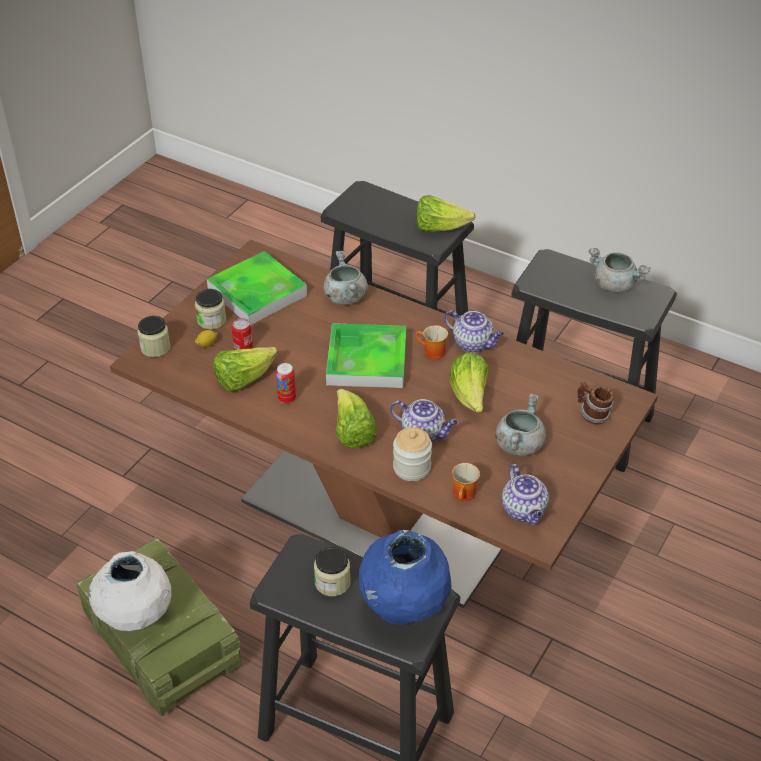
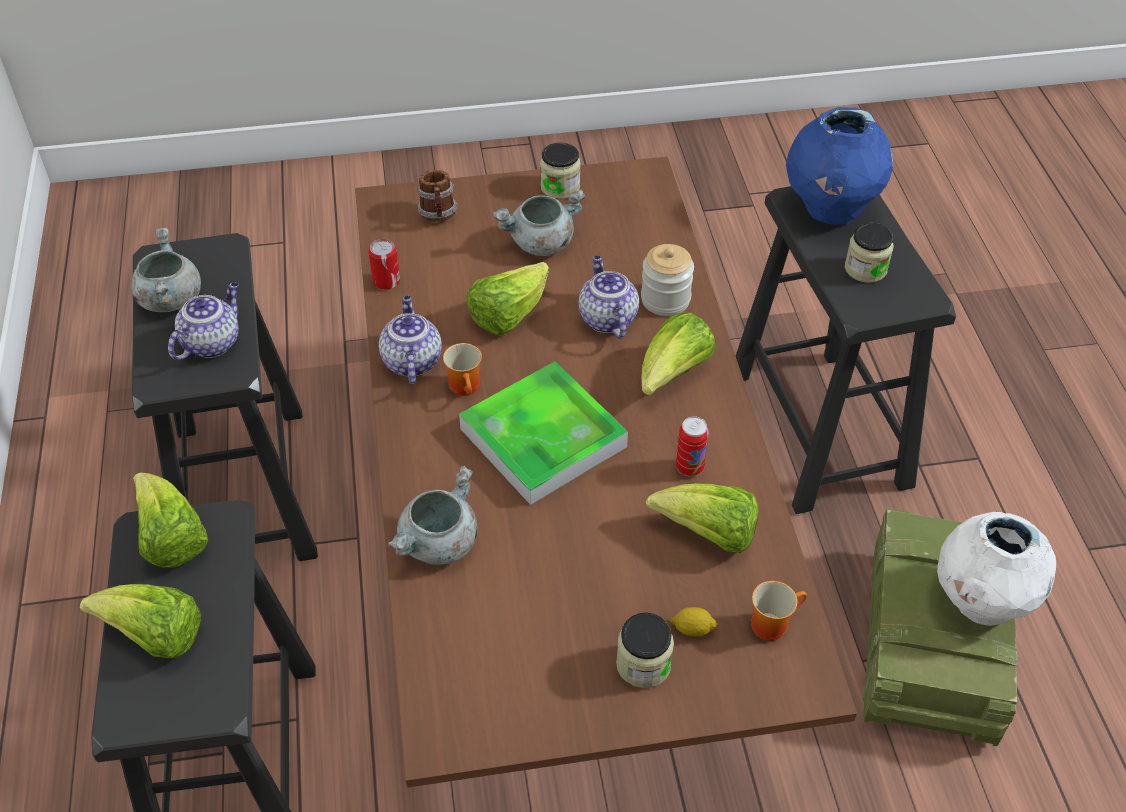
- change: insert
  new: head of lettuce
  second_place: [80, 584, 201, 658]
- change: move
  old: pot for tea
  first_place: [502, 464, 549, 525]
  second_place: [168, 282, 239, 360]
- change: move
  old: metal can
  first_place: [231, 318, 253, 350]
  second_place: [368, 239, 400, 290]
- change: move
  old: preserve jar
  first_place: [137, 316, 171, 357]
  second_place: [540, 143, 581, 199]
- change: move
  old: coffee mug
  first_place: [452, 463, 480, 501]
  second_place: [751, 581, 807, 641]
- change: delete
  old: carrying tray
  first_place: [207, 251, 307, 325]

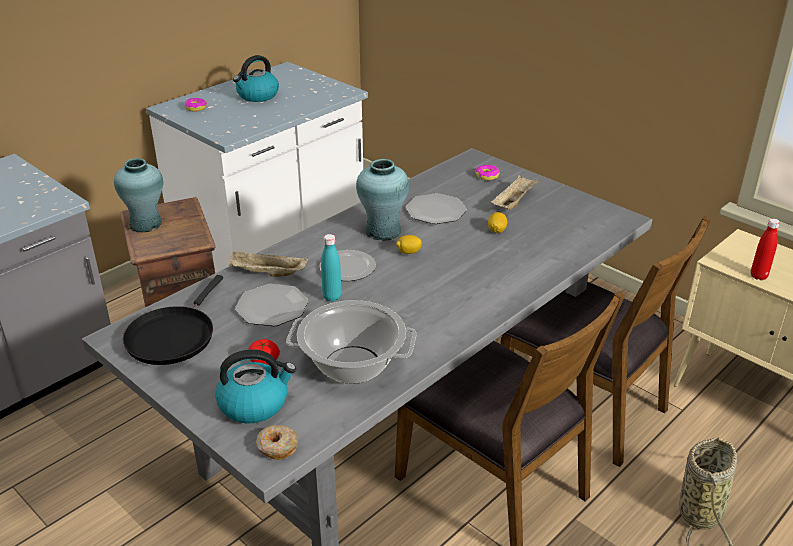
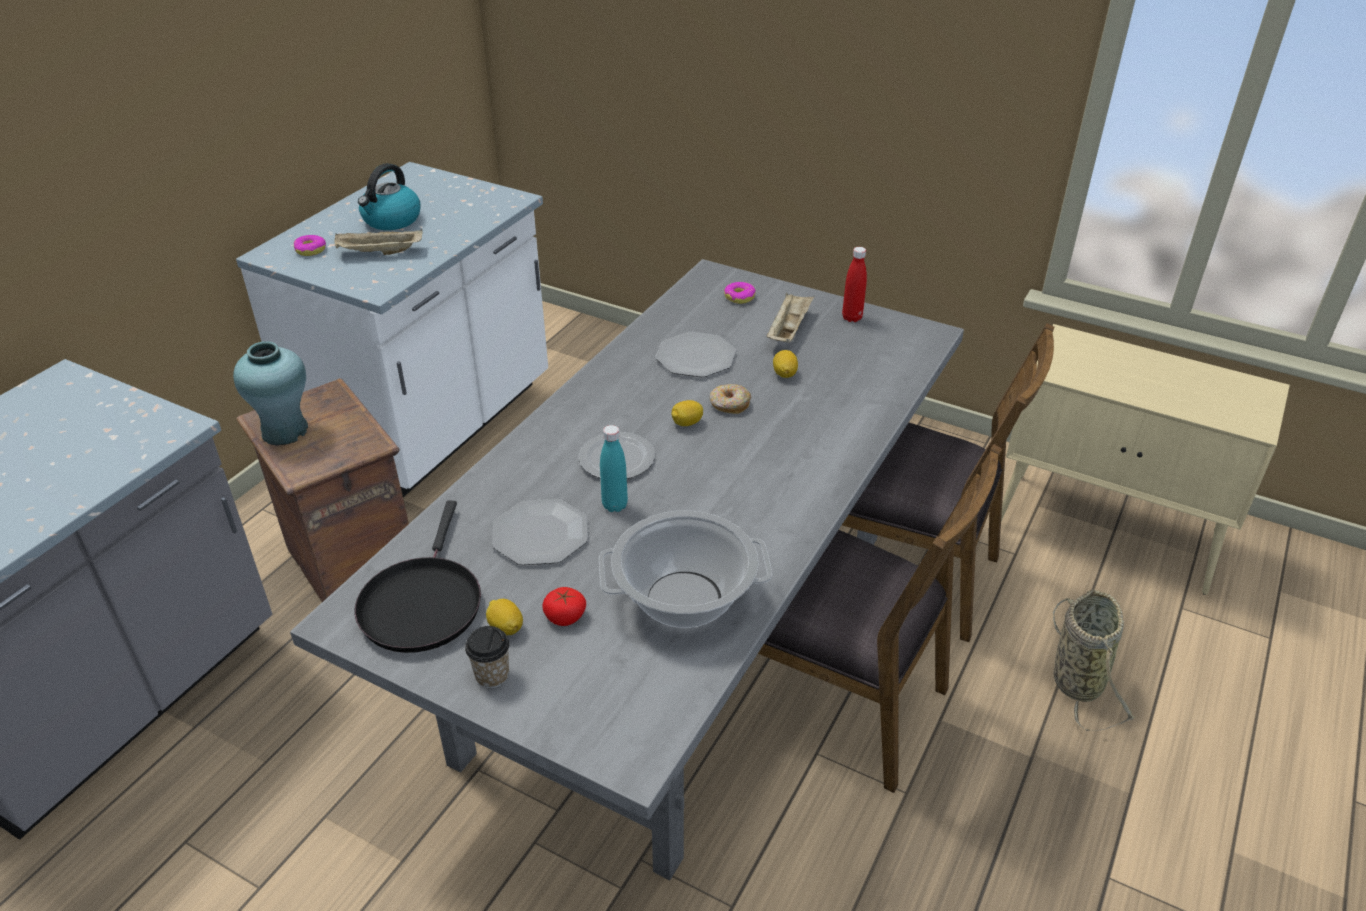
- change: move
  old: beige carrying tray
  first_place: [229, 251, 308, 277]
  second_place: [334, 229, 423, 255]
- change: insert
  new: small cup
  second_place: [465, 626, 510, 688]
- change: insert
  new: citrus fruit
  second_place: [486, 599, 523, 635]
- change: move
  old: ring doughnut
  first_place: [256, 425, 298, 460]
  second_place: [710, 384, 751, 414]
- change: move
  old: reddish drink bottle
  first_place: [751, 218, 780, 280]
  second_place: [842, 247, 867, 322]
- change: delete
  old: tea kettle
  first_place: [215, 349, 296, 424]
- change: delete
  old: turquoise decorative vase
  first_place: [356, 159, 409, 241]

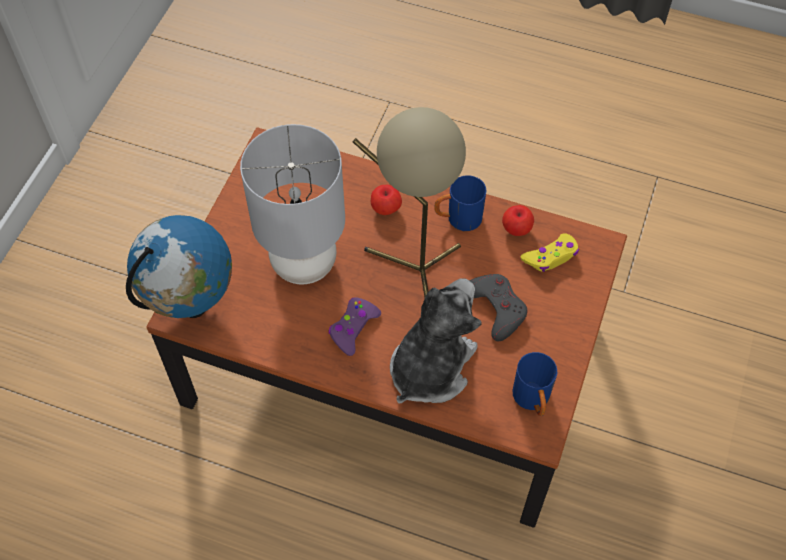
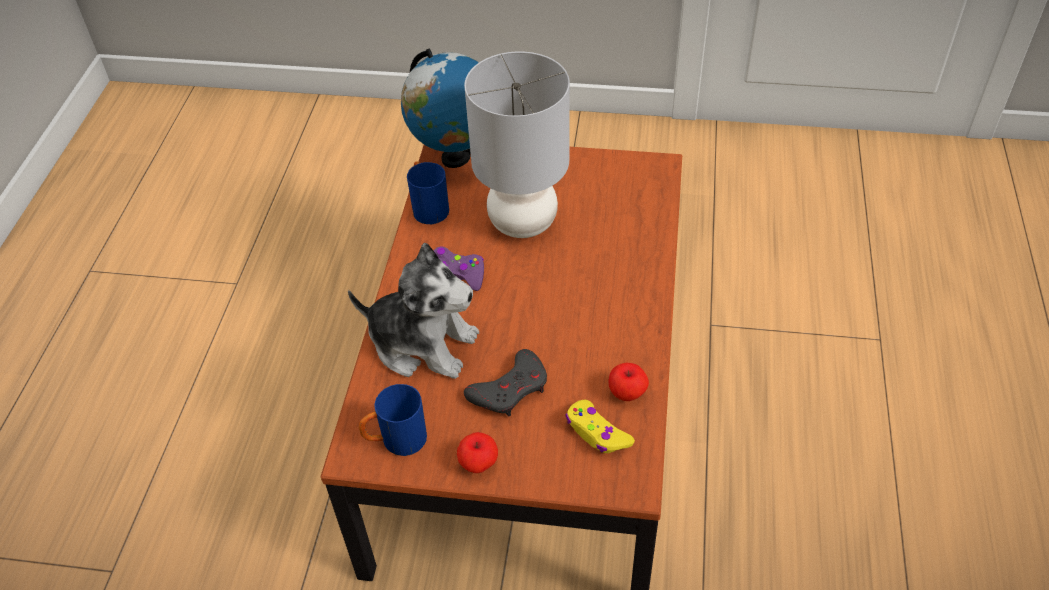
- change: move
  old: blue coffee mug
  first_place: [434, 175, 486, 231]
  second_place: [407, 162, 449, 224]
- change: move
  old: apple fruit
  first_place: [371, 185, 402, 215]
  second_place: [457, 432, 498, 473]
- change: delete
  old: beige table lamp
  first_place: [353, 107, 466, 297]

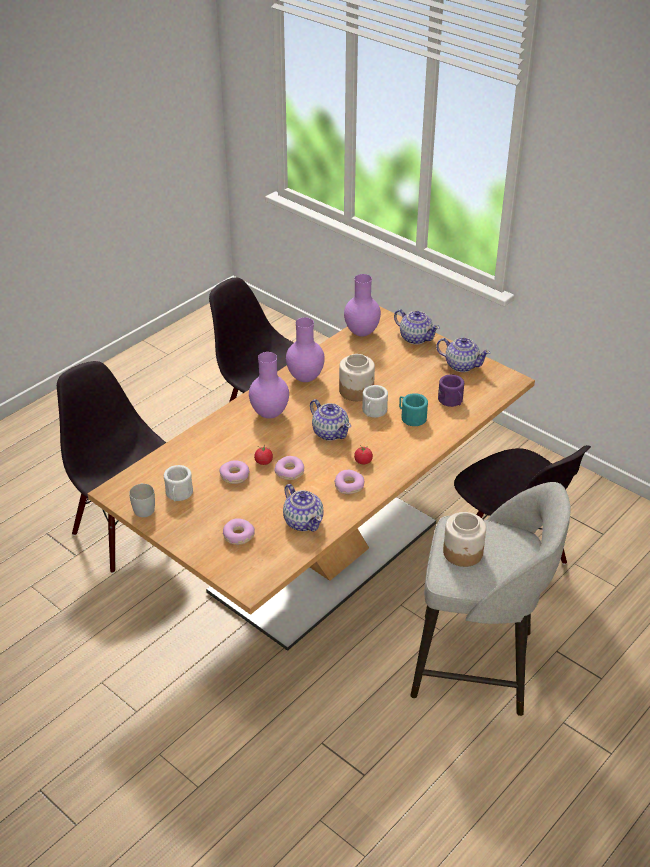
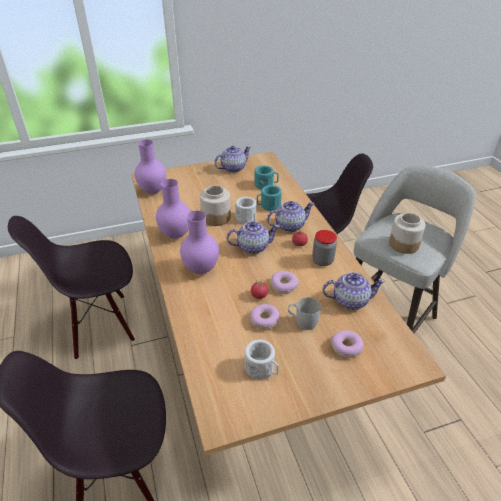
- change: recolor
  old: purple coffee mug
  new: turquoise coffee mug
  first_place: [438, 374, 464, 407]
  second_place: [255, 165, 279, 189]
- change: move
  old: pot for tea
  first_place: [394, 309, 440, 344]
  second_place: [267, 201, 315, 232]
- change: move
  old: white coffee mug
  first_place: [129, 483, 155, 517]
  second_place: [288, 297, 321, 330]
- change: replace
  old: ring doughnut
  new: preserve jar
  first_place: [334, 470, 364, 494]
  second_place: [312, 230, 337, 266]

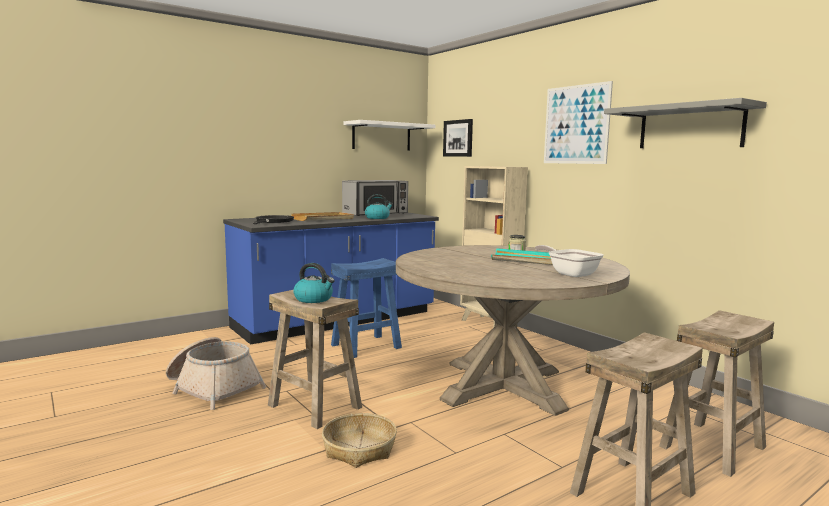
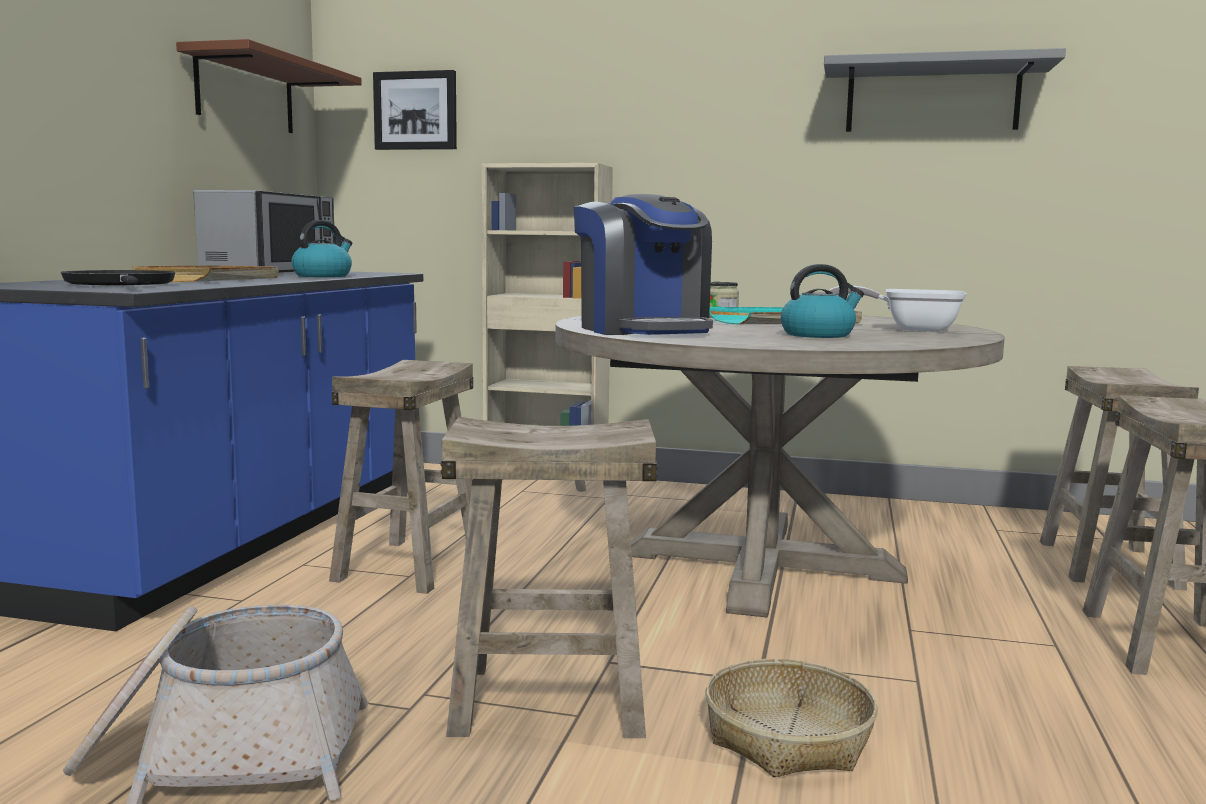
- change: recolor
  old: white wall shelf
  new: brown wall shelf
  first_place: [344, 120, 435, 151]
  second_place: [176, 39, 362, 133]
- change: recolor
  old: blue stool seat
  new: beige stool seat
  first_place: [331, 258, 402, 358]
  second_place: [329, 360, 473, 594]
- change: insert
  new: coffee maker
  second_place: [573, 194, 713, 335]
- change: move
  old: tea kettle
  first_place: [293, 263, 335, 303]
  second_place: [781, 264, 864, 338]
- change: delete
  old: wall picture
  first_place: [544, 81, 613, 164]

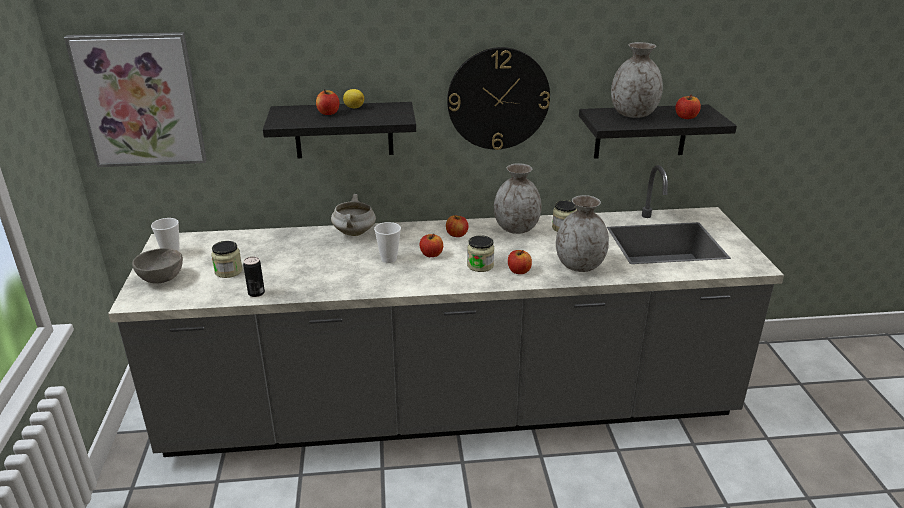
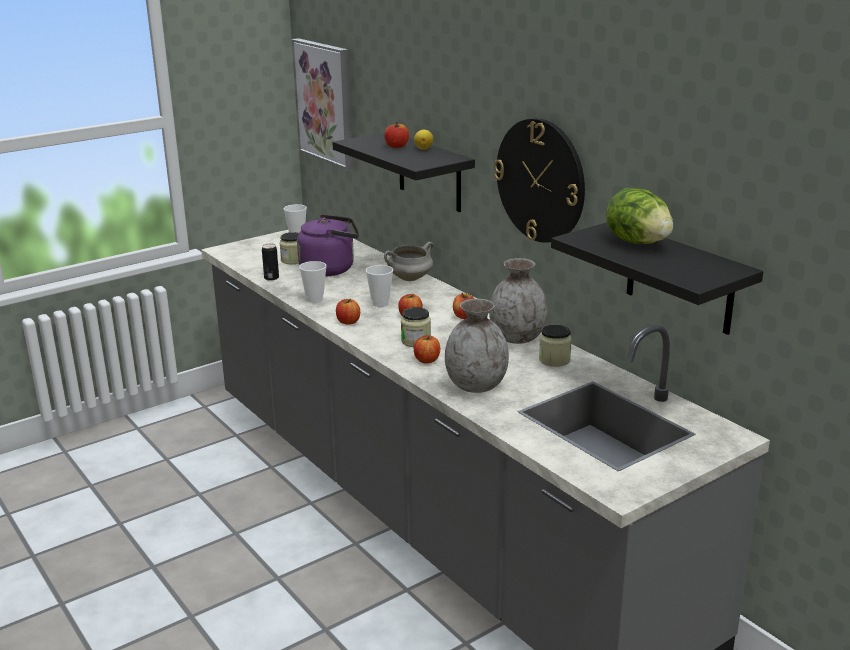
- change: insert
  new: purple tea kettle
  second_place: [297, 214, 359, 276]
- change: insert
  new: small cup
  second_place: [299, 261, 327, 303]
- change: move
  old: apple fruit
  first_place: [675, 94, 701, 119]
  second_place: [336, 299, 360, 325]
- change: replace
  old: greyish decorative vase
  new: head of lettuce
  first_place: [611, 42, 663, 118]
  second_place: [606, 188, 673, 244]
- change: delete
  old: greyish deep dish
  first_place: [132, 248, 183, 284]

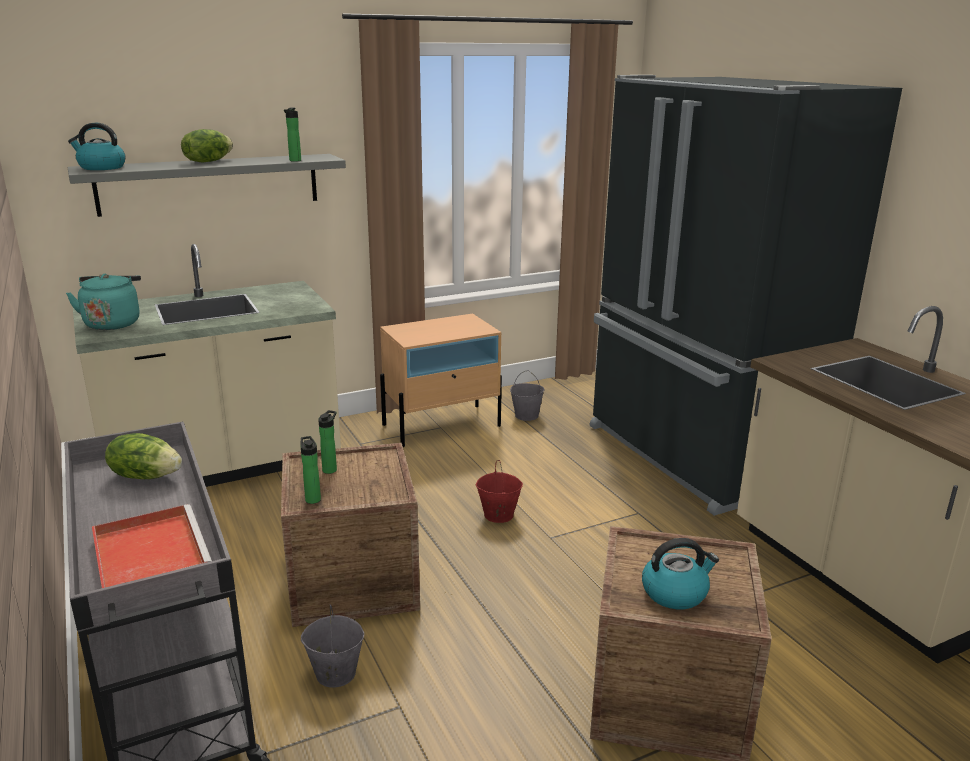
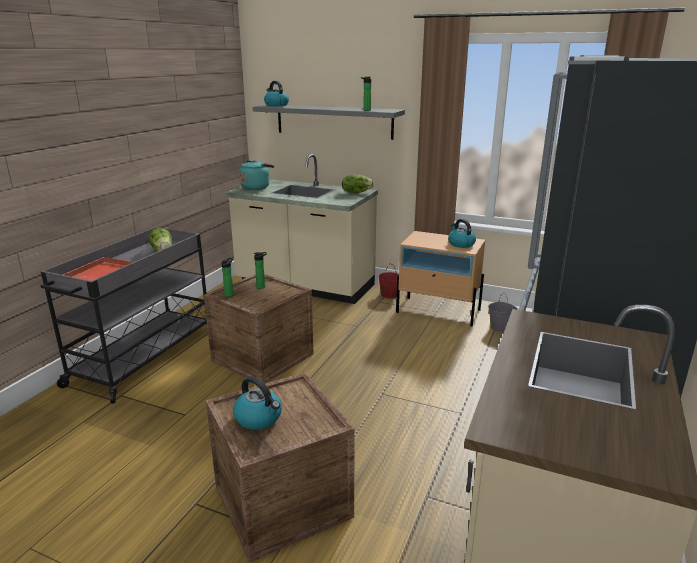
- change: move
  old: head of lettuce
  first_place: [181, 129, 233, 163]
  second_place: [342, 174, 374, 193]
- change: move
  old: reddish bucket
  first_place: [476, 460, 523, 523]
  second_place: [378, 263, 399, 299]
- change: insert
  new: tea kettle
  second_place: [448, 219, 476, 248]
- change: delete
  old: greyish bucket
  first_place: [301, 604, 364, 688]

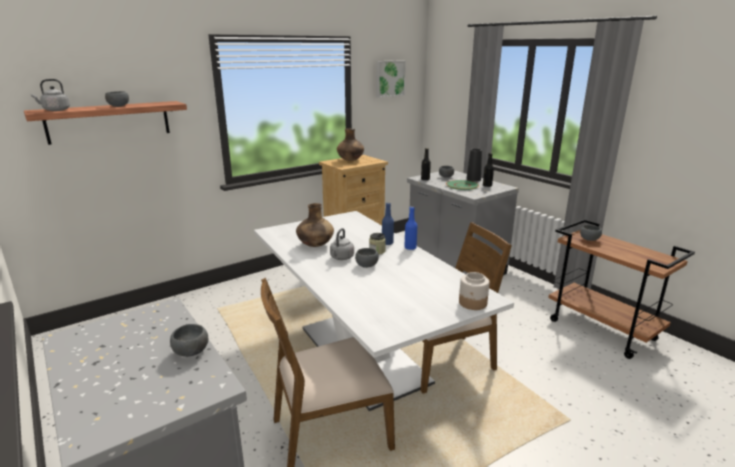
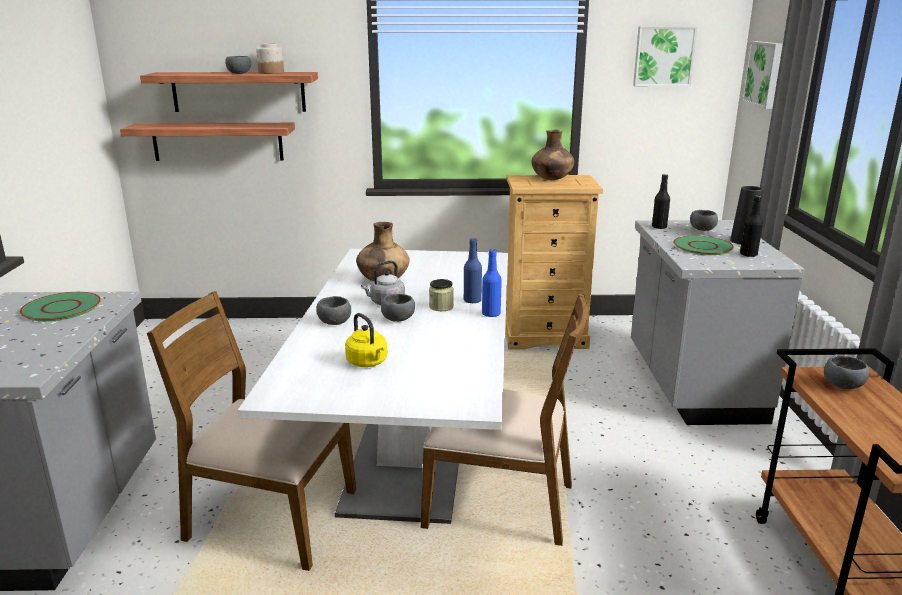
- change: insert
  new: greenish dinner plate
  second_place: [20, 292, 101, 321]
- change: insert
  new: wall shelf
  second_place: [120, 123, 295, 161]
- change: move
  old: preserve jar
  first_place: [459, 272, 490, 310]
  second_place: [256, 43, 284, 74]
- change: move
  old: greyish deep dish
  first_place: [170, 324, 208, 357]
  second_place: [316, 296, 351, 325]
- change: insert
  new: yellow-coloured tea kettle
  second_place: [345, 313, 388, 367]
- change: insert
  new: wall picture
  second_place: [741, 41, 783, 109]
- change: delete
  old: greyish tea kettle
  first_place: [31, 79, 70, 111]

